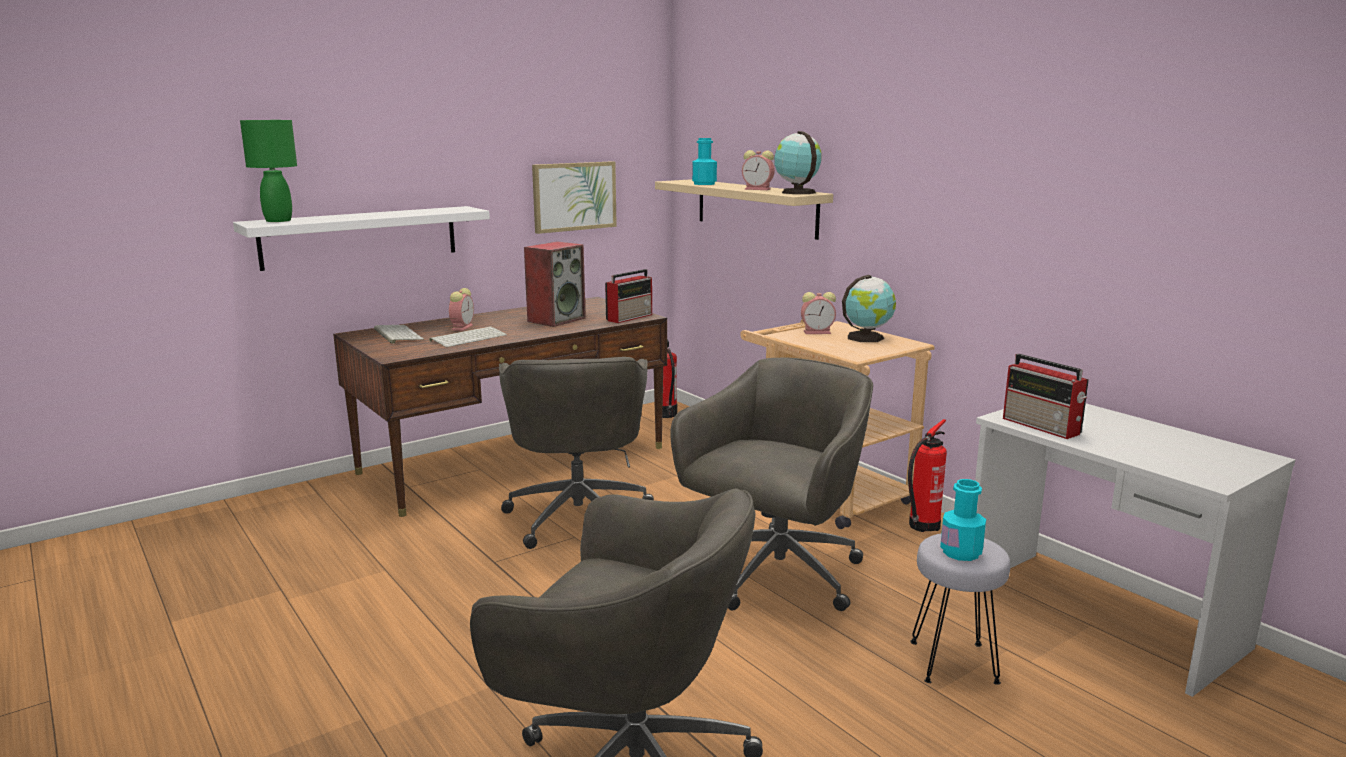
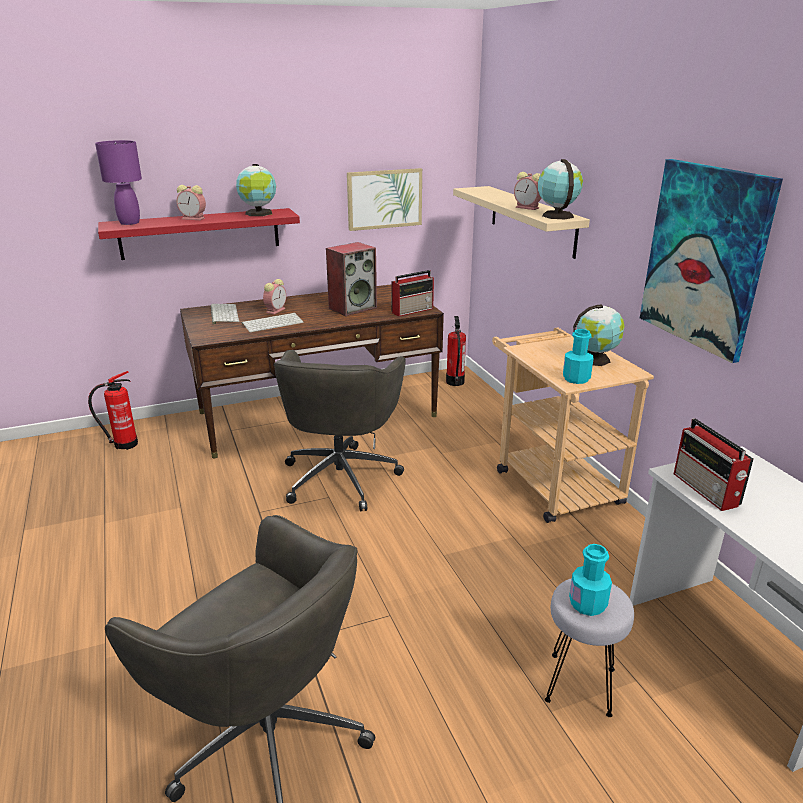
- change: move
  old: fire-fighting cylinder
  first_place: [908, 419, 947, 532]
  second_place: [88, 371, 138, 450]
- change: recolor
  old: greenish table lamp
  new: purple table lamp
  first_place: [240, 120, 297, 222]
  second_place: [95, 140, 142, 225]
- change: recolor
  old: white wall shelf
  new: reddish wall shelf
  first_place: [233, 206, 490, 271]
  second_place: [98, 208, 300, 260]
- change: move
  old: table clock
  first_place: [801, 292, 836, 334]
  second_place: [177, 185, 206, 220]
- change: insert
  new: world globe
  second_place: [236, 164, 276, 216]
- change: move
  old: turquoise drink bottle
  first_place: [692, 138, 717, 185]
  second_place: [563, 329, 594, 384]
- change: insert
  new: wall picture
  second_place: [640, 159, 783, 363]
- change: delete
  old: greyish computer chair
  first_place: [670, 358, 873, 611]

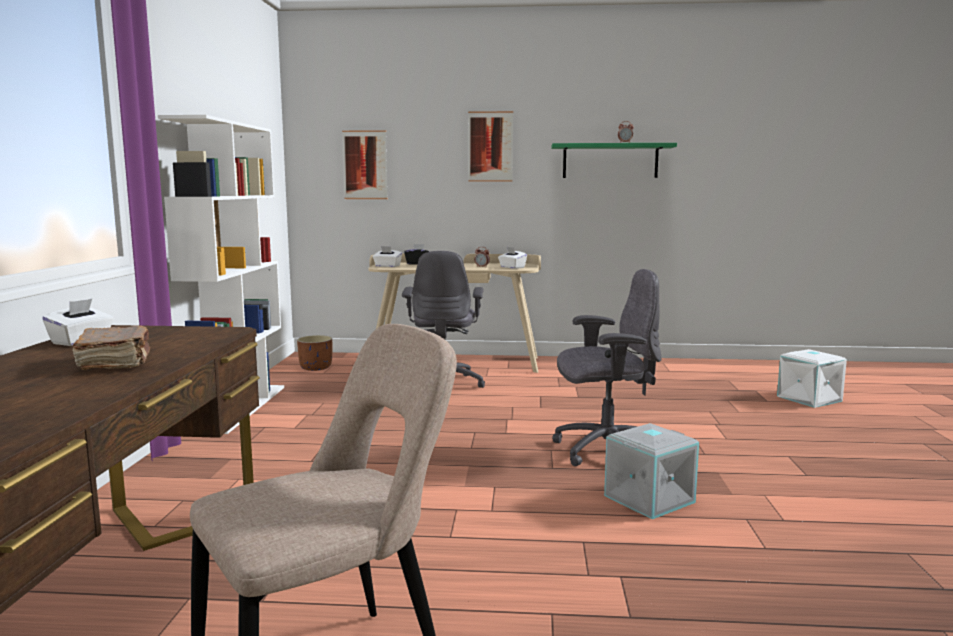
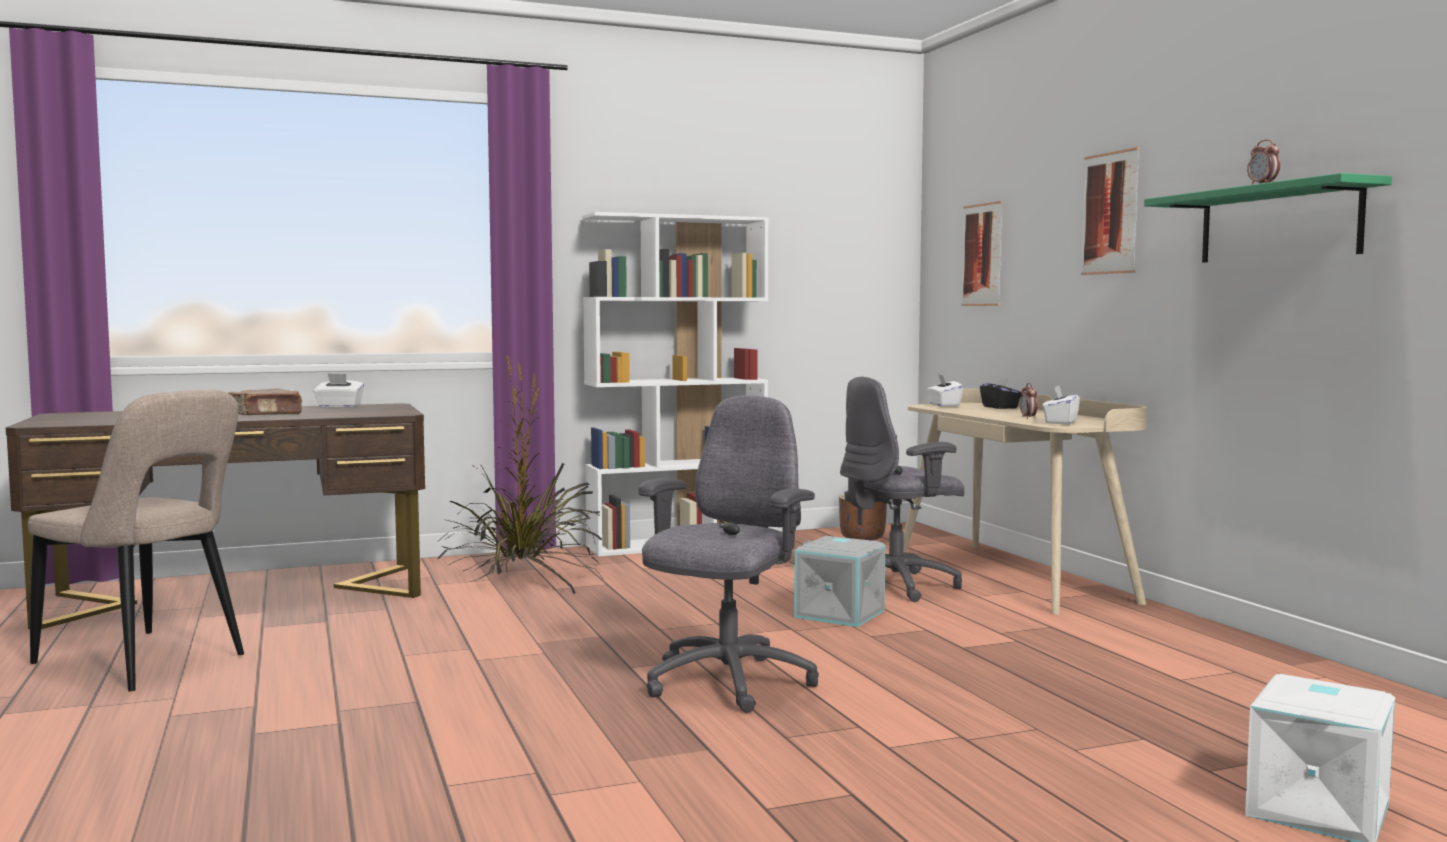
- change: insert
  new: plant in a pot
  second_place: [437, 356, 604, 594]
- change: rotate
  old: greyish computer chair
  first_place: [552, 269, 661, 466]
  second_place: [639, 395, 819, 713]
  degrees: -120
- change: move
  old: greyish storage box
  first_place: [604, 423, 699, 519]
  second_place: [794, 536, 885, 627]

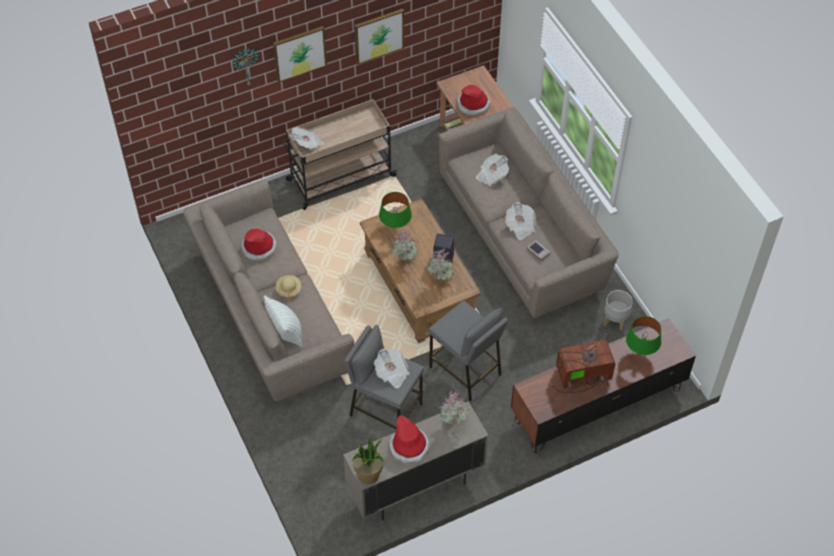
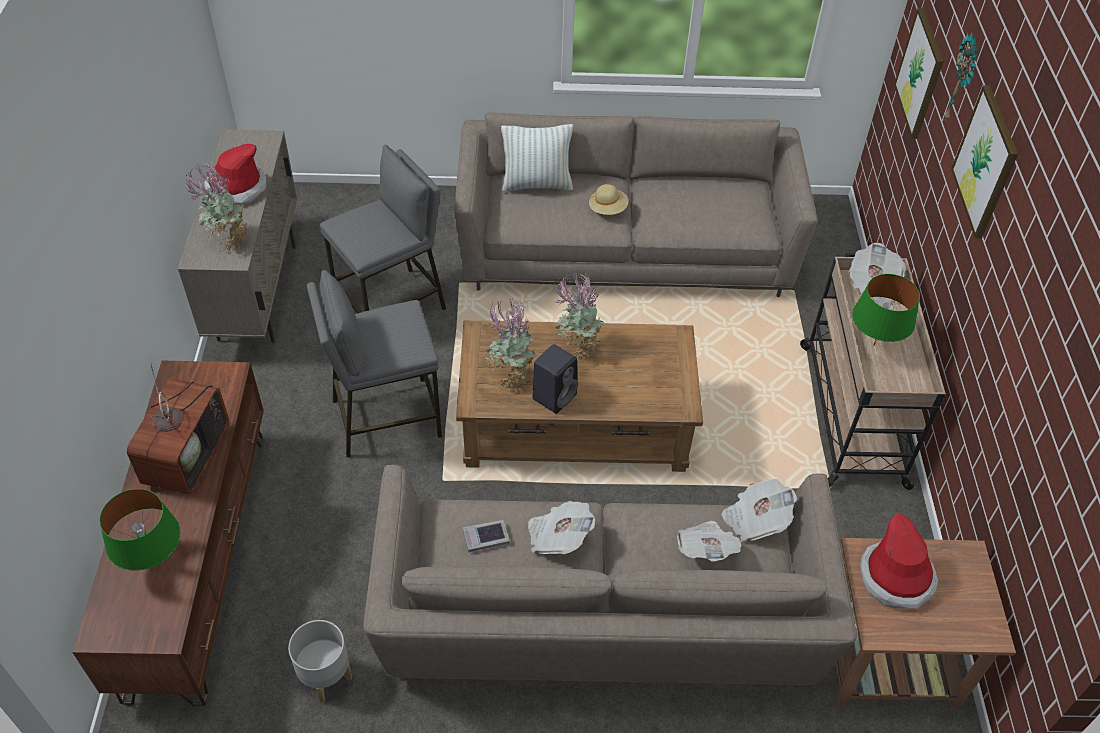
- change: move
  old: printed paper
  first_place: [374, 349, 410, 388]
  second_place: [722, 479, 797, 542]
- change: move
  old: greenish table lamp
  first_place: [379, 192, 412, 228]
  second_place: [853, 274, 920, 346]
- change: move
  old: wall picture
  first_place: [355, 9, 404, 64]
  second_place: [894, 8, 944, 139]
- change: delete
  old: wearable hat
  first_place: [241, 229, 277, 261]
- change: delete
  old: plant in a pot
  first_place: [352, 439, 384, 484]

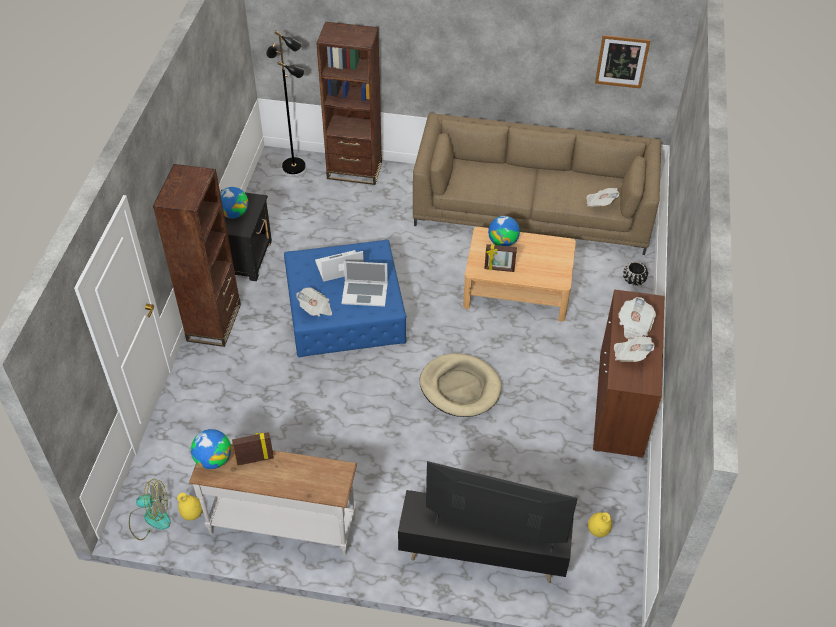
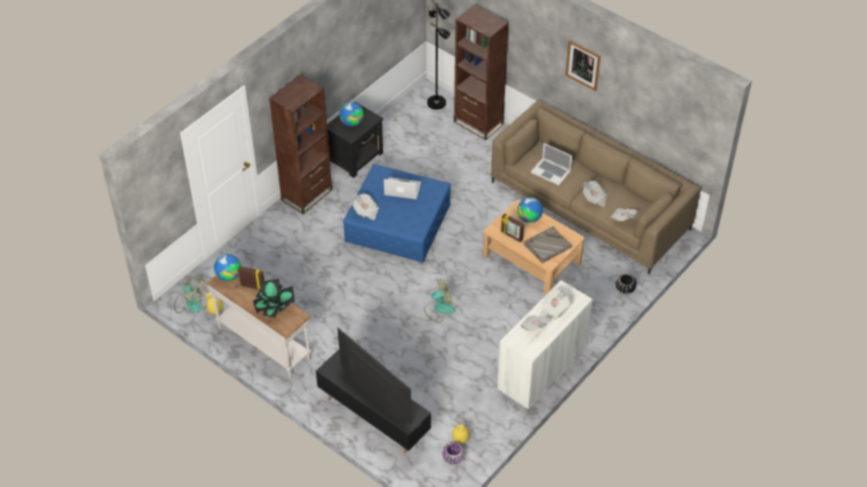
- change: insert
  new: plant in a pot
  second_place: [253, 279, 295, 318]
- change: replace
  old: beige dog bed
  new: electric fan
  first_place: [420, 353, 502, 417]
  second_place: [424, 279, 455, 323]
- change: insert
  new: purple plant pot
  second_place: [442, 442, 465, 465]
- change: recolor
  old: brown storage cabinet
  new: white storage cabinet
  first_place: [593, 289, 664, 458]
  second_place: [497, 280, 593, 409]
- change: insert
  new: greyish carrying tray
  second_place: [523, 227, 572, 263]
- change: move
  old: notebook computer
  first_place: [342, 261, 388, 307]
  second_place: [531, 143, 572, 185]
- change: move
  old: wall picture
  first_place: [595, 35, 650, 89]
  second_place: [565, 40, 601, 91]
- change: insert
  new: printed paper
  second_place: [583, 181, 607, 207]

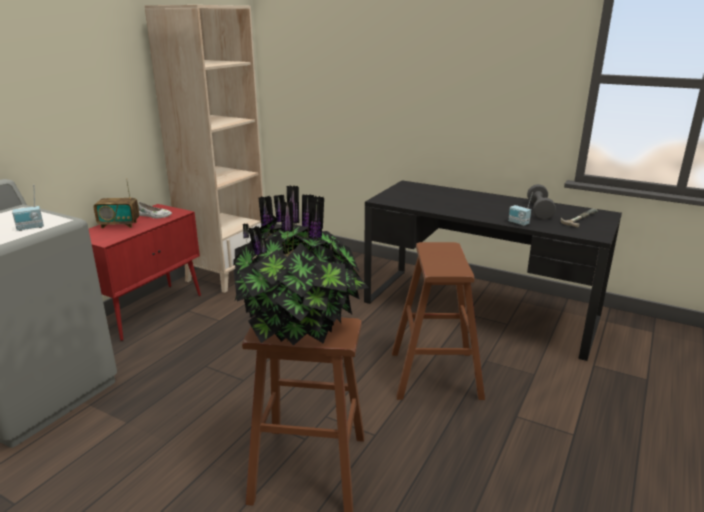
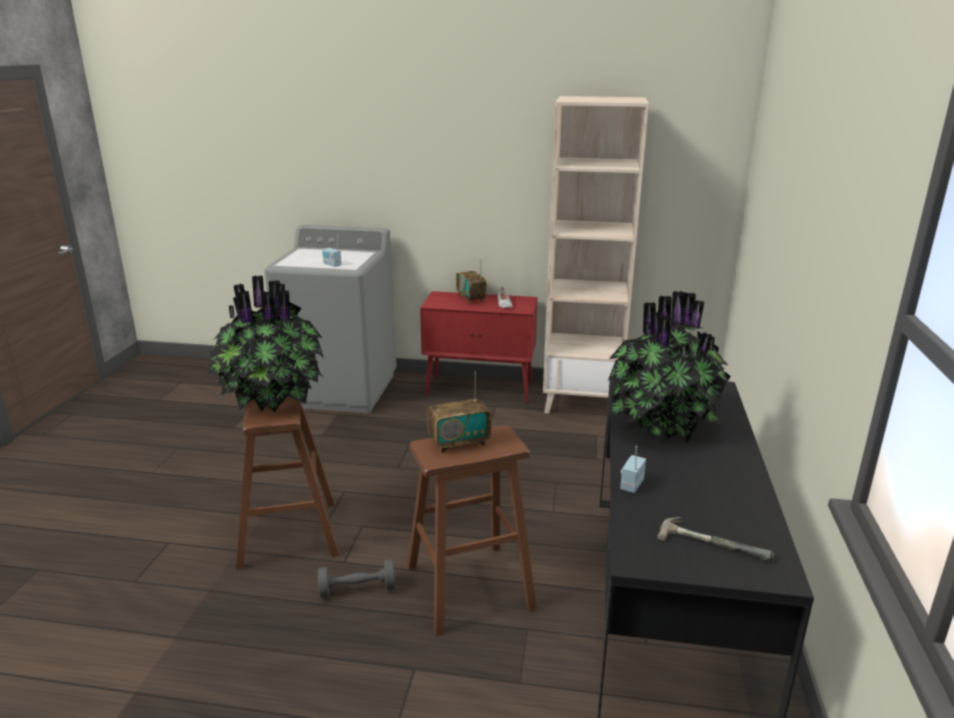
- change: move
  old: greyish free weight
  first_place: [527, 184, 556, 220]
  second_place: [318, 559, 395, 598]
- change: insert
  new: radio receiver
  second_place: [427, 371, 491, 453]
- change: insert
  new: plant in a pot
  second_place: [607, 291, 731, 443]

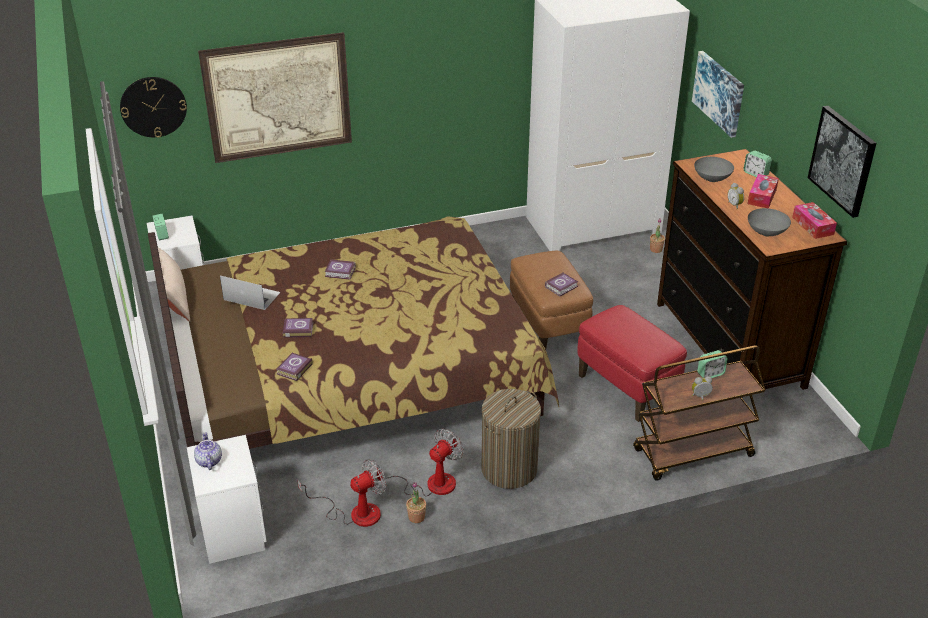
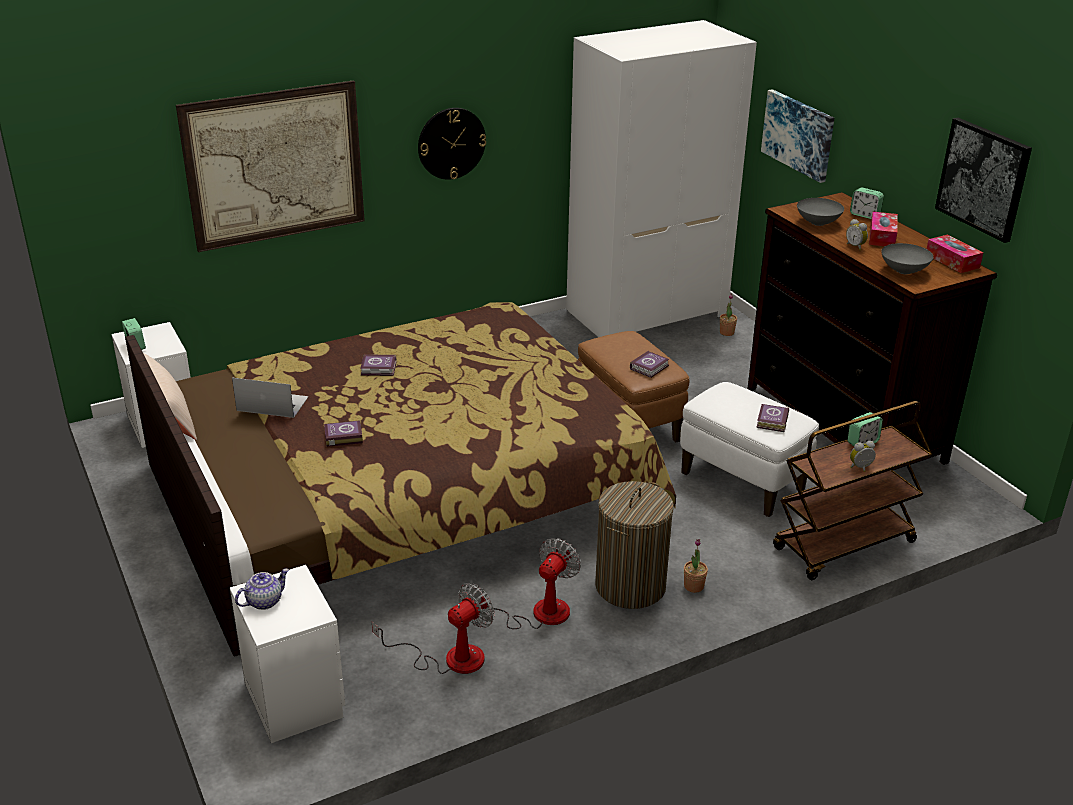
- change: rotate
  old: pot for tea
  first_place: [194, 432, 222, 470]
  second_place: [235, 569, 289, 610]
  degrees: 75
- change: move
  old: clock on the wall
  first_place: [120, 77, 187, 138]
  second_place: [418, 108, 486, 180]
- change: recolor
  old: reddish pouffe
  new: white pouffe
  first_place: [577, 305, 687, 422]
  second_place: [680, 382, 819, 517]
- change: move
  old: plant in a pot
  first_place: [406, 482, 426, 523]
  second_place: [684, 539, 708, 593]
- change: move
  old: volume
  first_place: [277, 353, 313, 381]
  second_place: [756, 404, 789, 432]

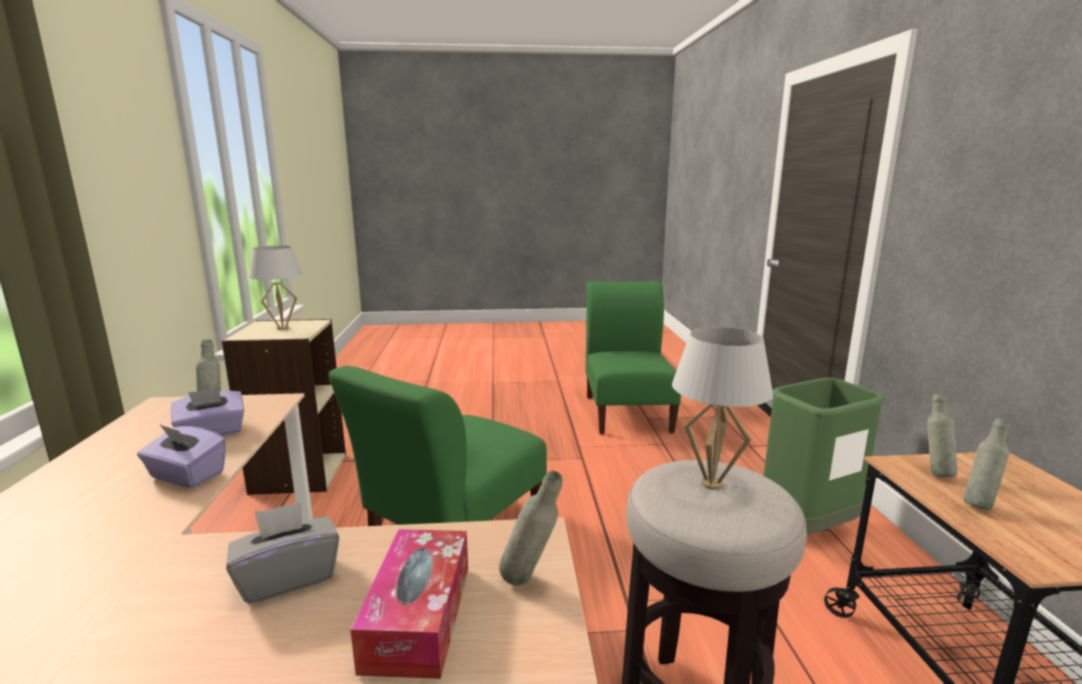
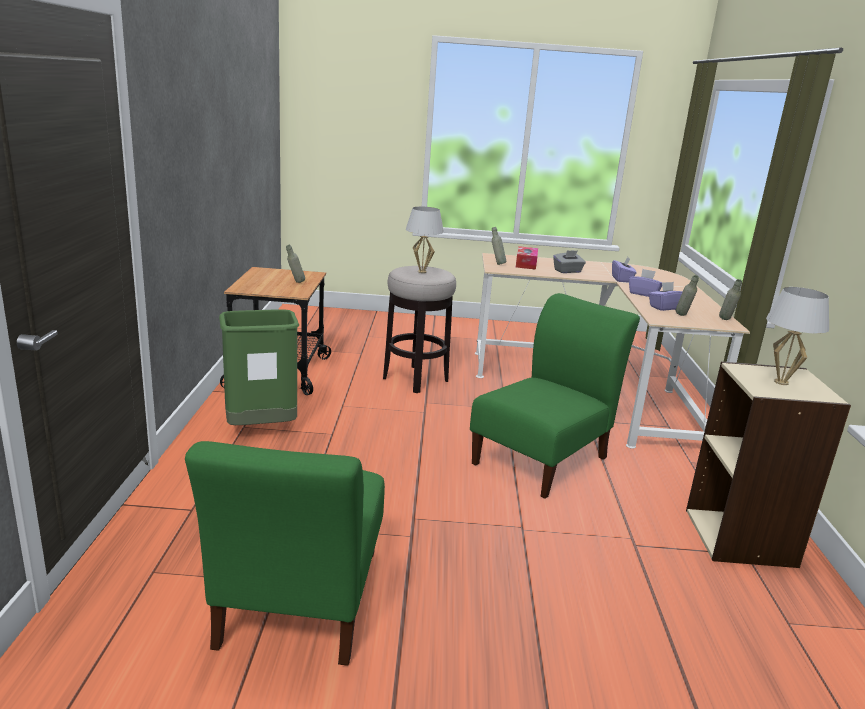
- change: insert
  new: purple tissue box
  second_place: [612, 257, 636, 282]
- change: move
  old: greyish drink bottle
  first_place: [927, 394, 957, 477]
  second_place: [719, 279, 742, 320]

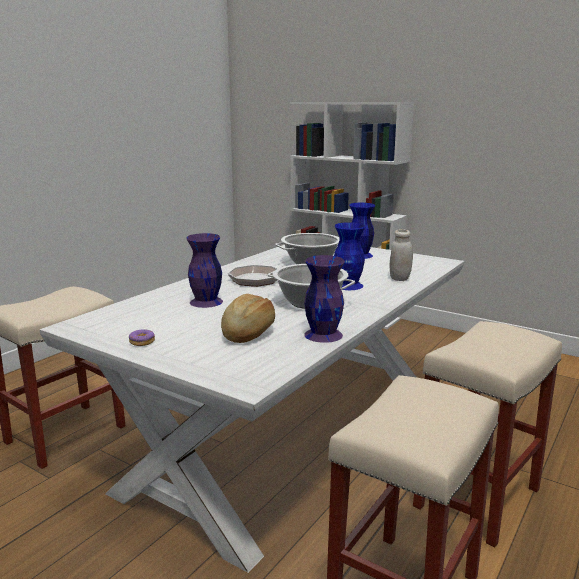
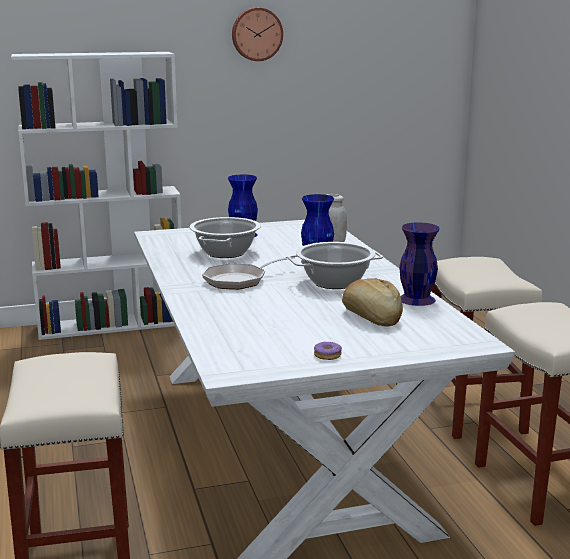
- change: insert
  new: clock on the wall
  second_place: [232, 8, 283, 61]
- change: delete
  old: purple decorative vase
  first_place: [186, 233, 223, 308]

